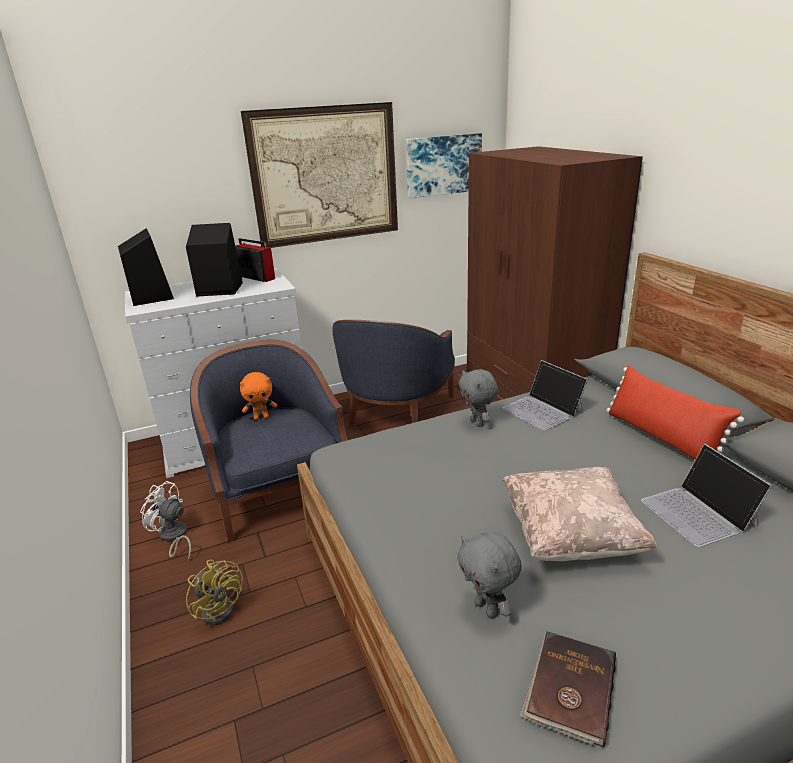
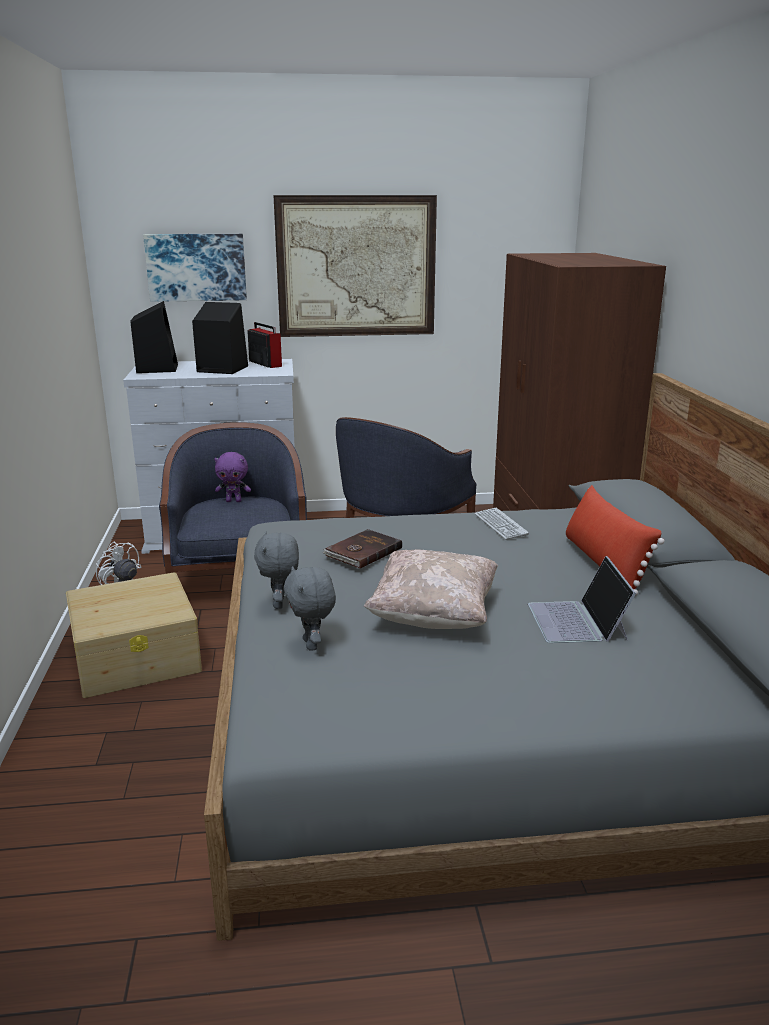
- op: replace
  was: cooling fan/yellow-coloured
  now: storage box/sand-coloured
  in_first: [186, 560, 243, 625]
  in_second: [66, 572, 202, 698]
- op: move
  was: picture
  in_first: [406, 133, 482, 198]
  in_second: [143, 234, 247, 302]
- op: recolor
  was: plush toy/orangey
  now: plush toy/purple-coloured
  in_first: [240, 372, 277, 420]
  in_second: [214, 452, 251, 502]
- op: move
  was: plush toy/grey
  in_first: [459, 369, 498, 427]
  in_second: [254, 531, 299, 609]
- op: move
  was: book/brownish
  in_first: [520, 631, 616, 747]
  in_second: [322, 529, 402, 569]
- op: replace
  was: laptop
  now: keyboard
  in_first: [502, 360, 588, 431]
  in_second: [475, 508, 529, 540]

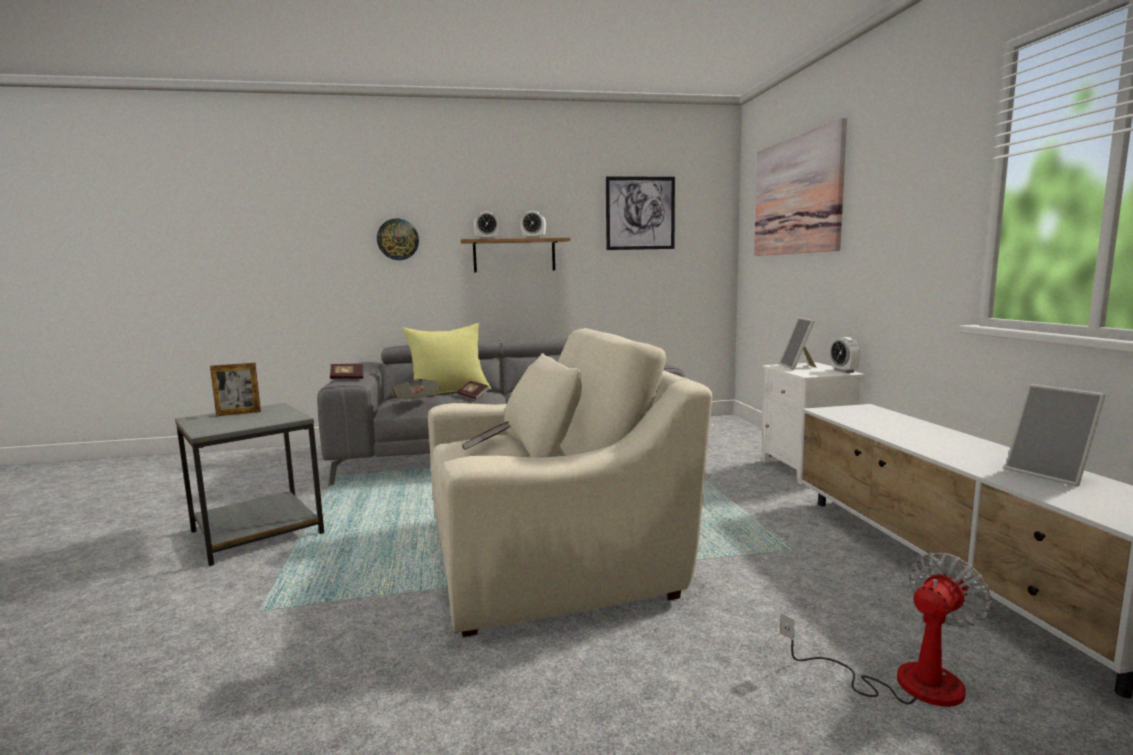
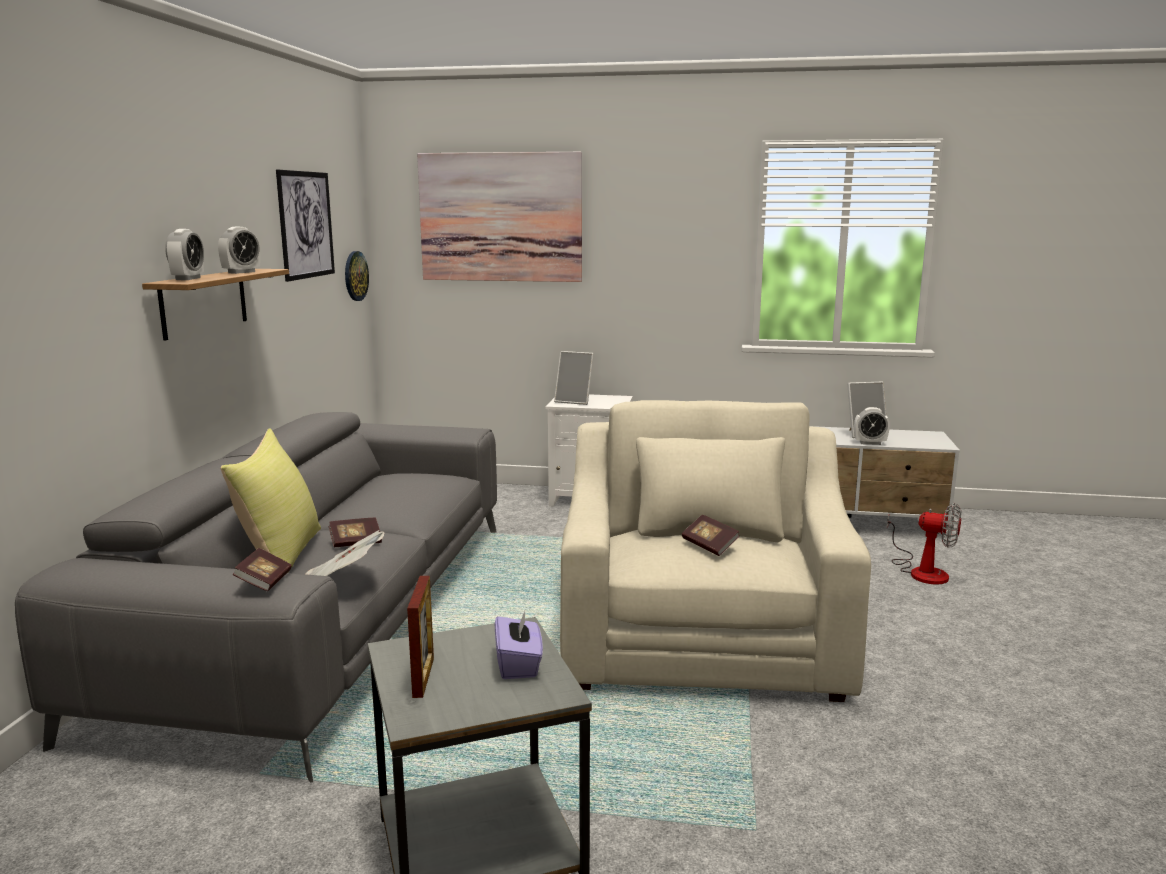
- op: move
  was: clock on the wall
  in_first: [377, 219, 419, 260]
  in_second: [345, 251, 369, 301]
- op: insert
  now: tissue box/purple-coloured
  in_second: [495, 608, 543, 679]
- op: move
  was: bedside clock
  in_first: [830, 337, 860, 373]
  in_second: [854, 407, 890, 445]
- op: rotate
  was: cooling fan
  in_first: [780, 553, 992, 707]
  in_second: [886, 503, 961, 584]
  clockwise: 135

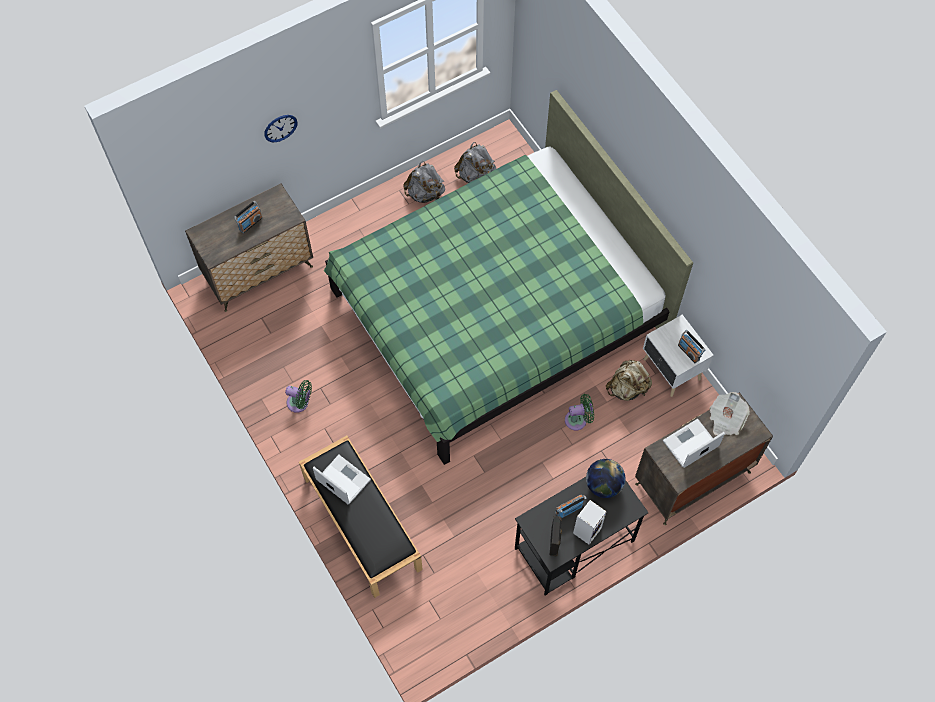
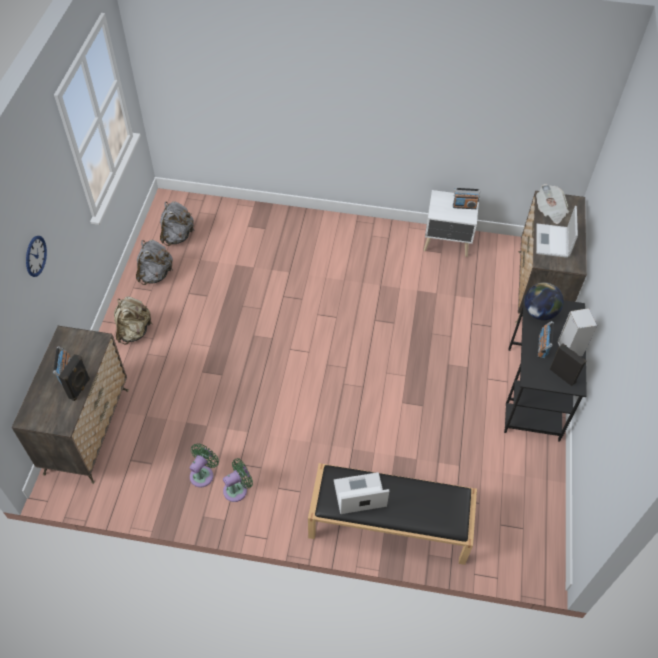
- op: insert
  now: loudspeaker/blackish
  in_second: [59, 354, 90, 401]
- op: move
  was: backpack/sand-coloured
  in_first: [606, 360, 652, 401]
  in_second: [114, 297, 152, 345]
- op: move
  was: cooling fan/greenish
  in_first: [565, 394, 594, 431]
  in_second: [190, 443, 219, 487]
- op: delete
  was: sleeping bed/greenish
  in_first: [324, 90, 693, 465]

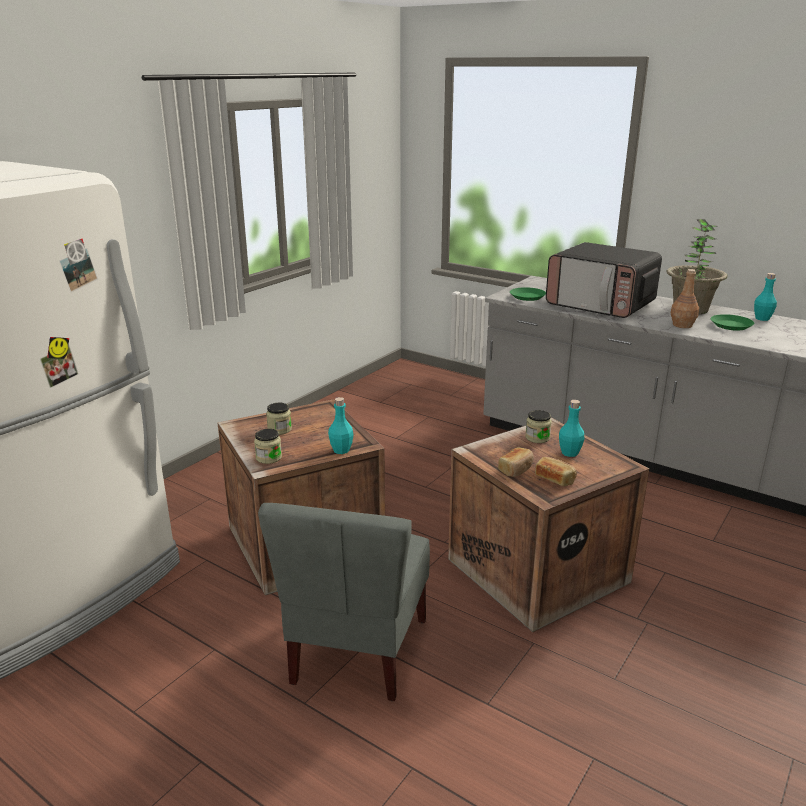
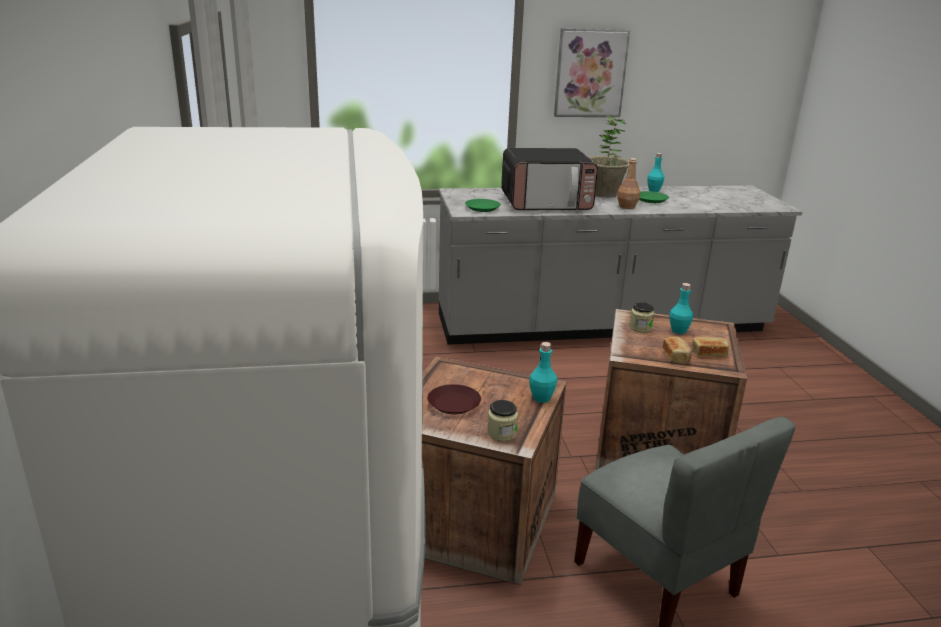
- op: replace
  was: storage jar
  now: dinner plate/brownish
  in_first: [266, 403, 292, 435]
  in_second: [427, 384, 481, 414]
- op: insert
  now: picture
  in_second: [554, 28, 630, 117]

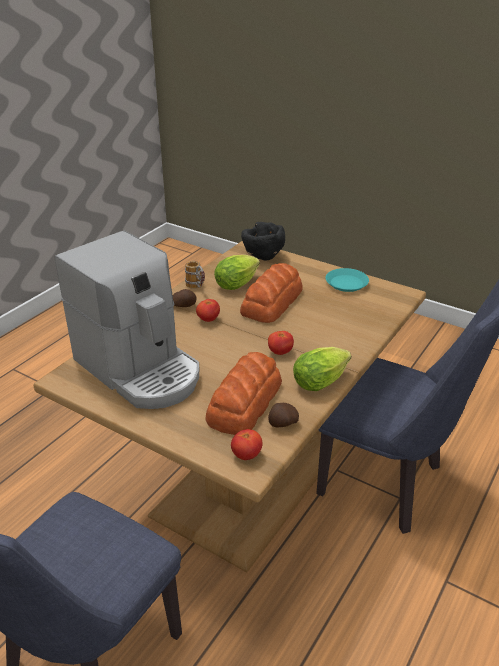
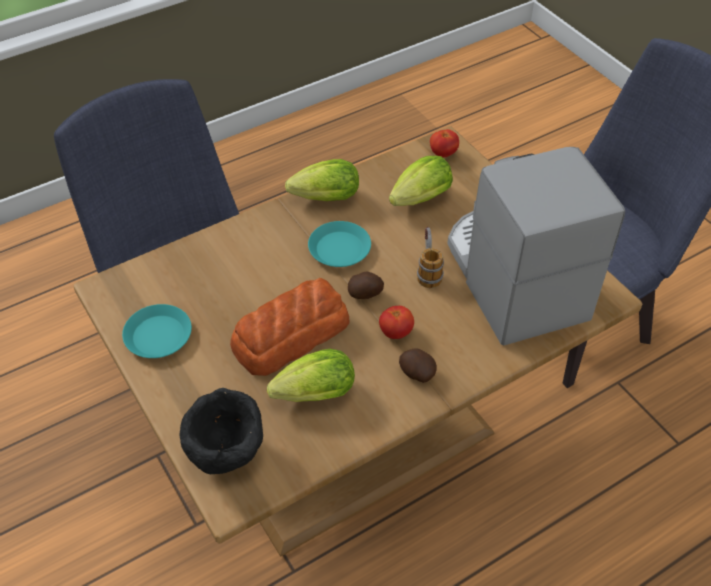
- op: replace
  was: whole tomato
  now: dinner plate/blue-green
  in_first: [268, 331, 294, 355]
  in_second: [308, 221, 371, 267]
- op: move
  was: spud
  in_first: [268, 403, 299, 428]
  in_second: [348, 271, 384, 299]
- op: replace
  was: bread
  now: lettuce head
  in_first: [206, 352, 282, 435]
  in_second: [389, 156, 453, 206]
- op: move
  was: tea mug
  in_first: [185, 261, 205, 289]
  in_second: [417, 227, 444, 288]

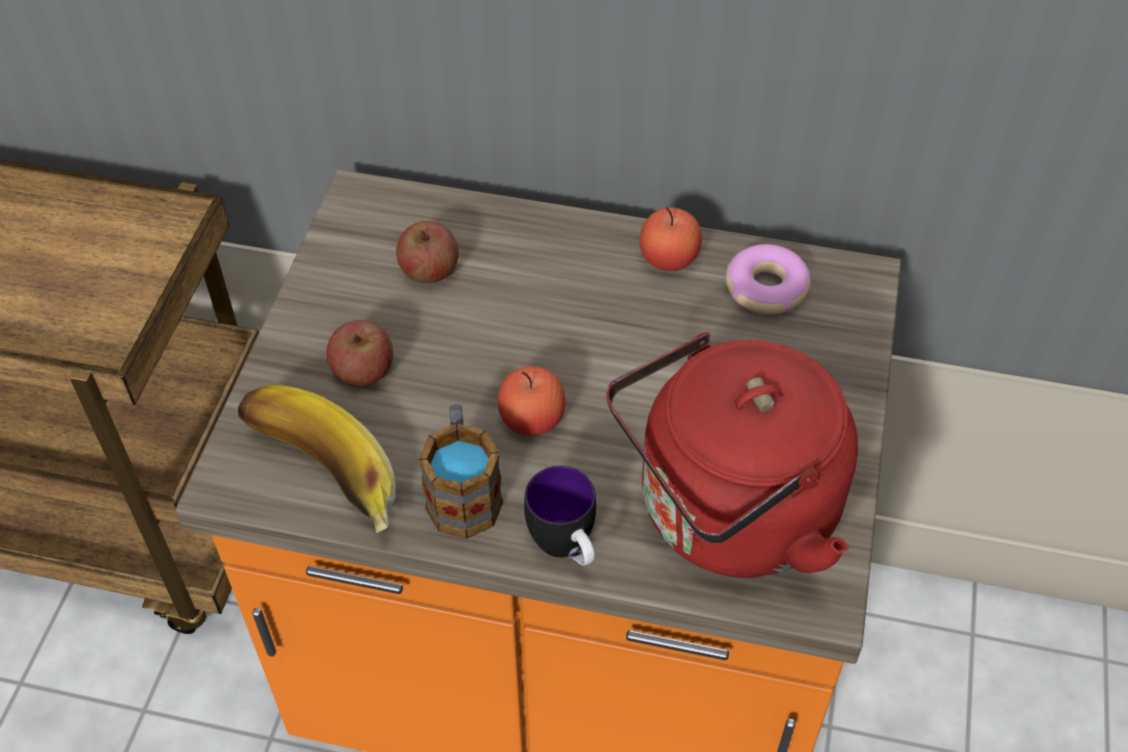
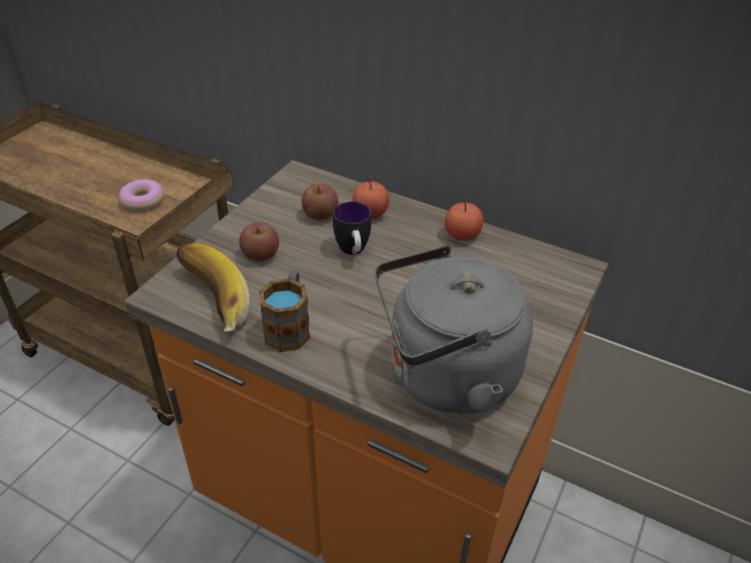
- op: move
  was: ring doughnut
  in_first: [726, 244, 811, 315]
  in_second: [119, 179, 164, 211]
- op: move
  was: tea mug
  in_first: [524, 466, 596, 566]
  in_second: [333, 201, 371, 255]
- op: move
  was: apple fruit
  in_first: [498, 366, 566, 436]
  in_second: [352, 178, 389, 219]
- op: recolor
  was: tea kettle/red-coloured
  now: tea kettle/grey
  in_first: [606, 332, 858, 578]
  in_second: [375, 245, 533, 414]

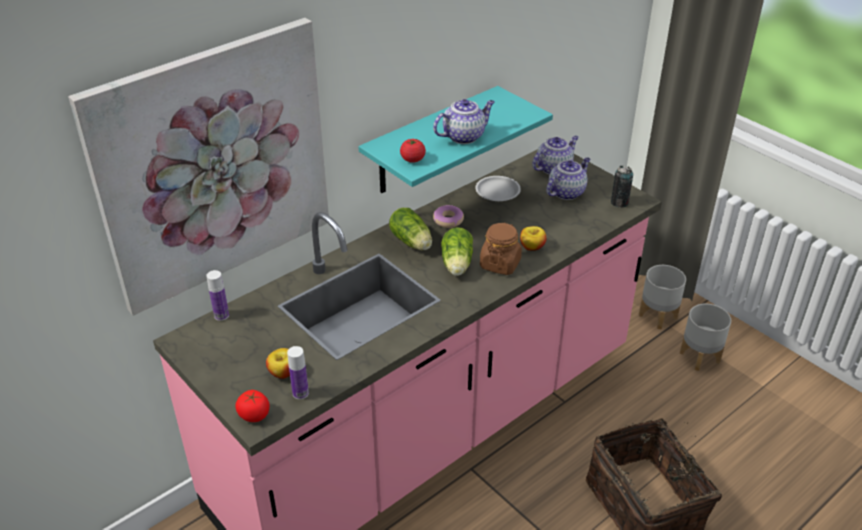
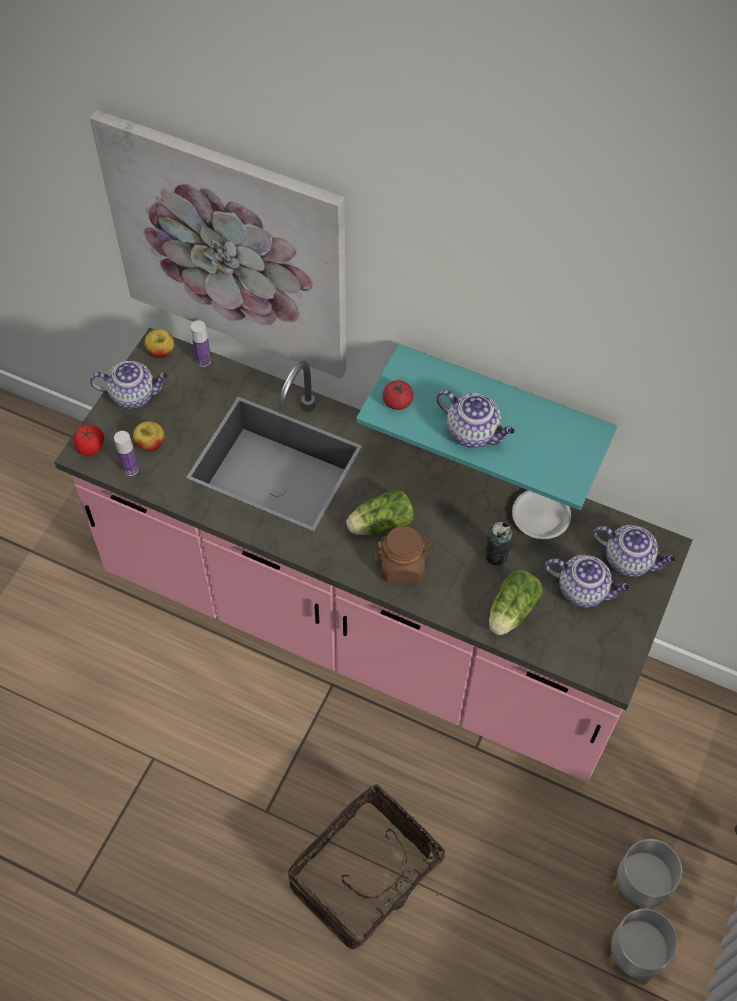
- op: insert
  now: pot for tea
  in_second: [90, 361, 168, 409]
- op: move
  was: apple fruit
  in_first: [520, 226, 546, 251]
  in_second: [145, 329, 174, 358]
- op: move
  was: metal can
  in_first: [611, 165, 633, 208]
  in_second: [484, 522, 512, 565]
- op: move
  was: lettuce head
  in_first: [389, 208, 432, 250]
  in_second: [489, 570, 543, 635]
- op: move
  was: planter/grey
  in_first: [639, 265, 686, 329]
  in_second: [606, 908, 678, 985]
- op: delete
  was: ring doughnut
  in_first: [433, 205, 464, 228]

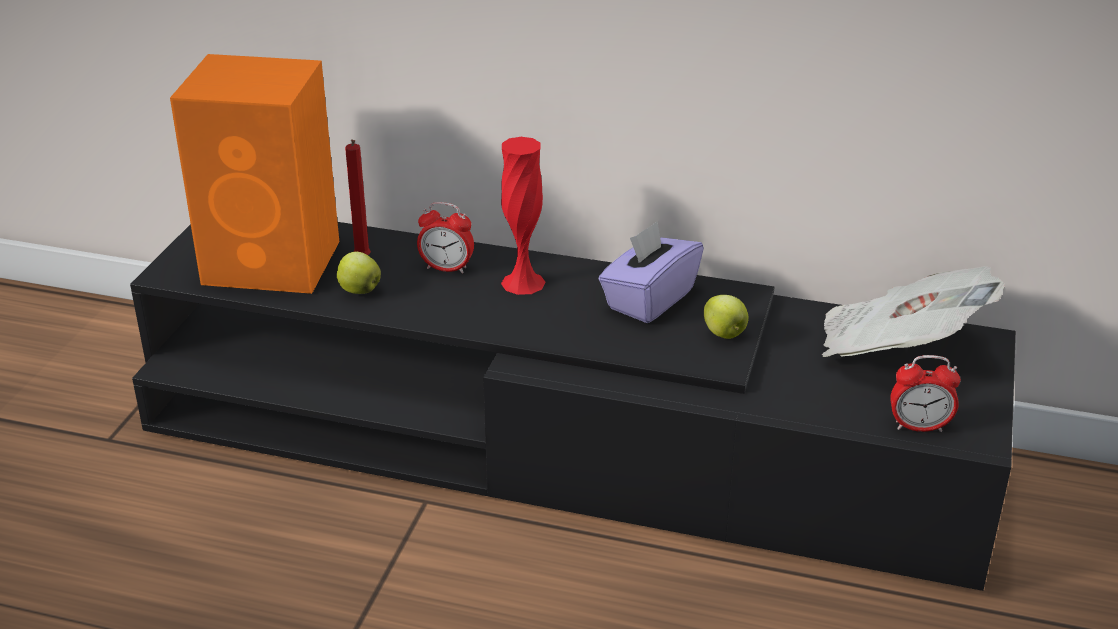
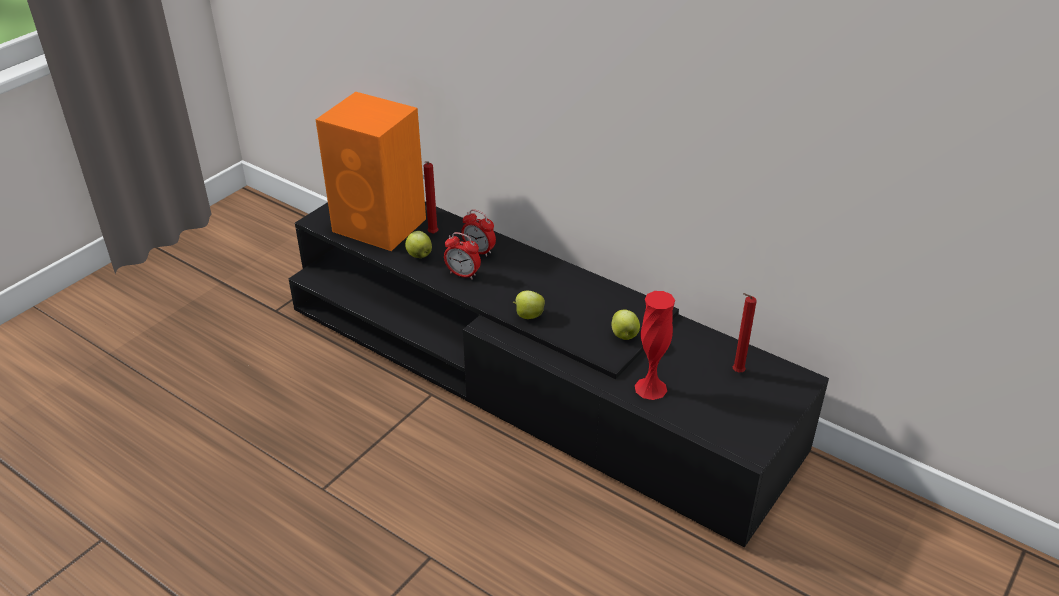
- op: move
  was: bedside clock
  in_first: [890, 355, 961, 432]
  in_second: [444, 232, 481, 279]
- op: insert
  now: apple fruit
  in_second: [513, 291, 545, 319]
- op: move
  was: vase/red-coloured
  in_first: [501, 137, 546, 295]
  in_second: [635, 291, 675, 400]
- op: replace
  was: printed paper
  now: candle/red-coloured
  in_first: [822, 266, 1004, 357]
  in_second: [733, 293, 757, 372]
- op: delete
  was: tissue box/purple-coloured
  in_first: [599, 221, 704, 323]

